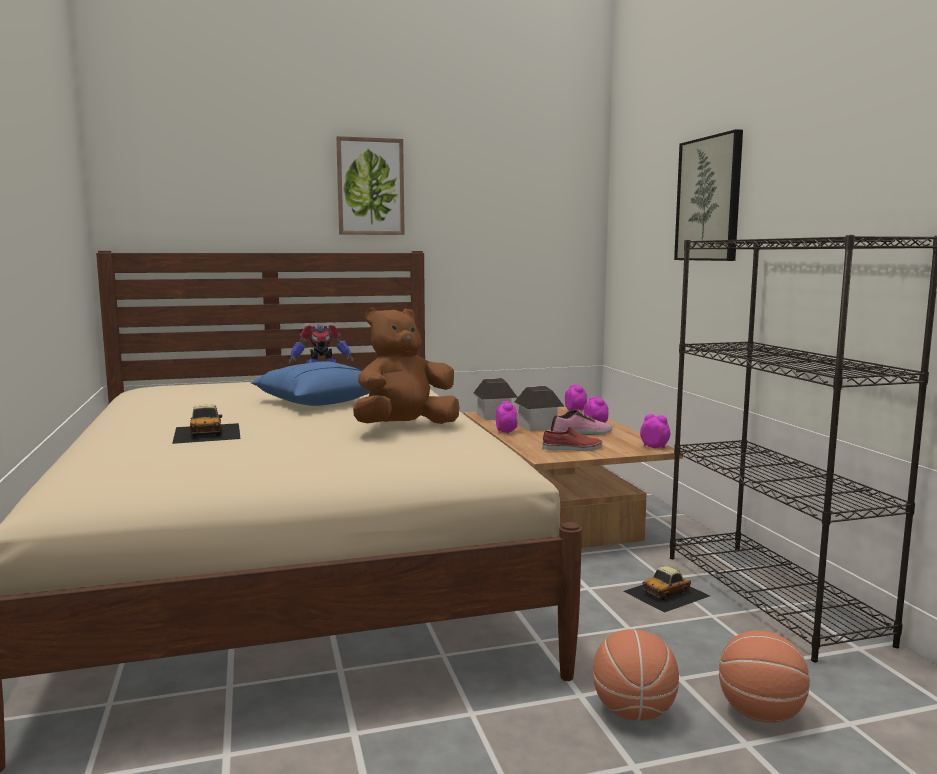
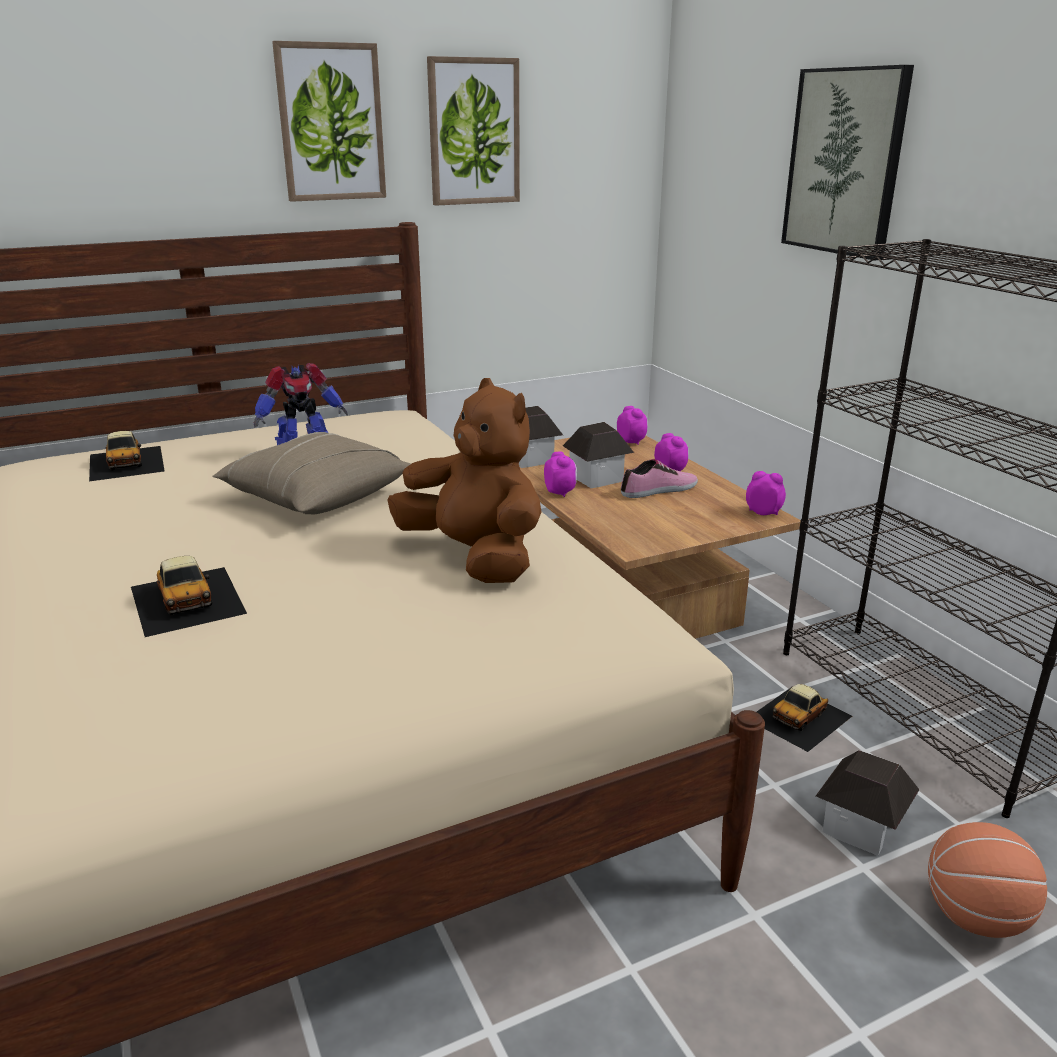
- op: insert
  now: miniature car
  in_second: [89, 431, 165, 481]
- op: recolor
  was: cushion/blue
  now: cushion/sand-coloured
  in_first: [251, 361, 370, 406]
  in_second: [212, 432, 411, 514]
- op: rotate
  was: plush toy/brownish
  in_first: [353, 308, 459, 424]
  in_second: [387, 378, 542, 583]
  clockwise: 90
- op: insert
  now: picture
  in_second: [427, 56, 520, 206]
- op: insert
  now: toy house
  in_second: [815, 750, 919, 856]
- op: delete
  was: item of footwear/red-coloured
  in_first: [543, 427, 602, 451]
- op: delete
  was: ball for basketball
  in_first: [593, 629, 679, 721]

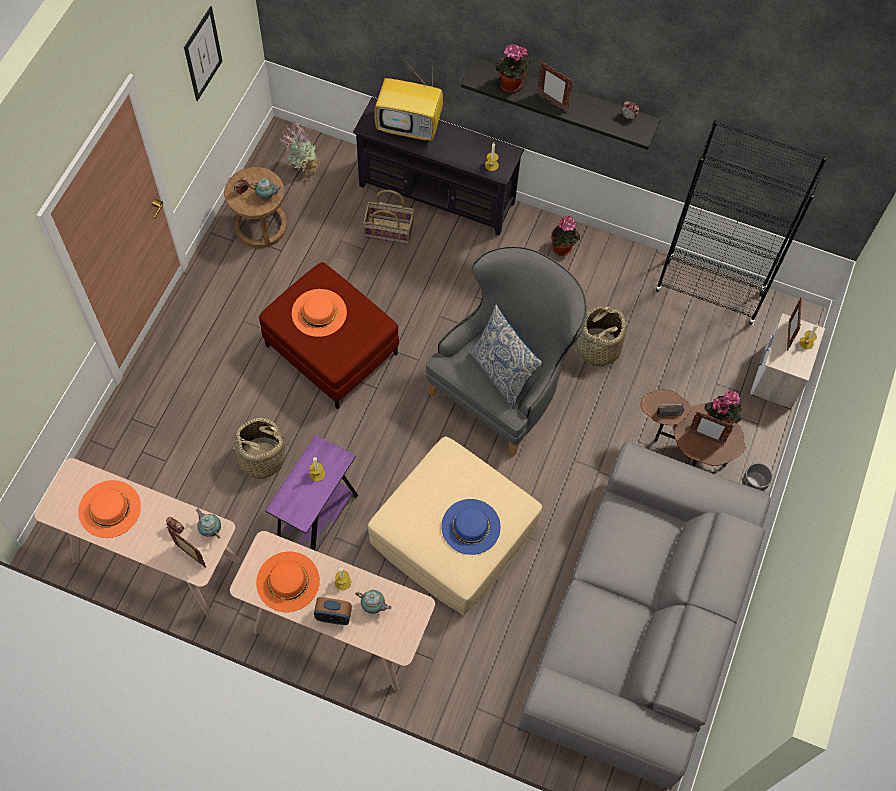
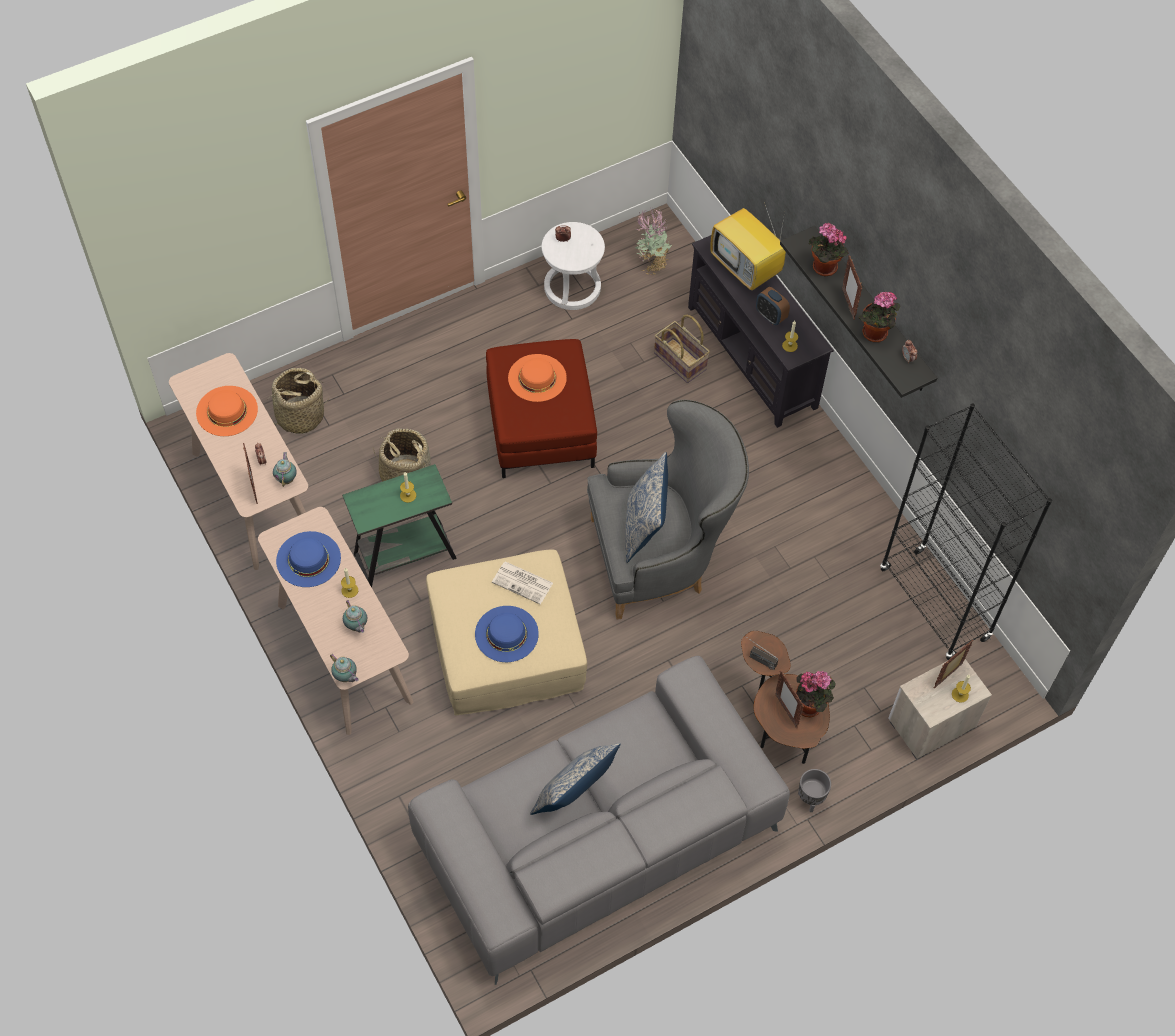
- op: move
  was: basket
  in_first: [576, 306, 626, 368]
  in_second: [270, 368, 328, 434]
- op: recolor
  was: clothing hat/orangey
  now: clothing hat/blue
  in_first: [256, 552, 320, 612]
  in_second: [276, 531, 341, 587]
- op: move
  was: pot for tea
  in_first: [249, 178, 282, 200]
  in_second: [330, 653, 359, 682]
- op: recolor
  was: end table/purple-coloured
  now: end table/greenish
  in_first: [265, 434, 358, 551]
  in_second: [342, 464, 457, 587]
- op: insert
  now: printed paper
  in_second: [492, 561, 553, 604]
- op: insert
  now: cushion
  in_second: [530, 743, 620, 815]
- op: recolor
  was: stool seat/brownish
  now: stool seat/white-coloured
  in_first: [224, 167, 287, 248]
  in_second: [541, 222, 605, 310]
- op: move
  was: bedside clock
  in_first: [314, 597, 352, 625]
  in_second: [756, 287, 790, 325]
- op: move
  was: plant in a pot
  in_first: [551, 216, 580, 256]
  in_second: [859, 291, 900, 342]
- op: delete
  was: picture
  in_first: [184, 6, 222, 101]

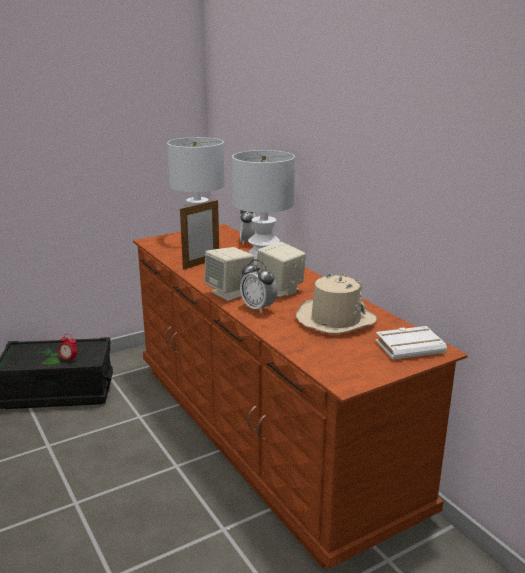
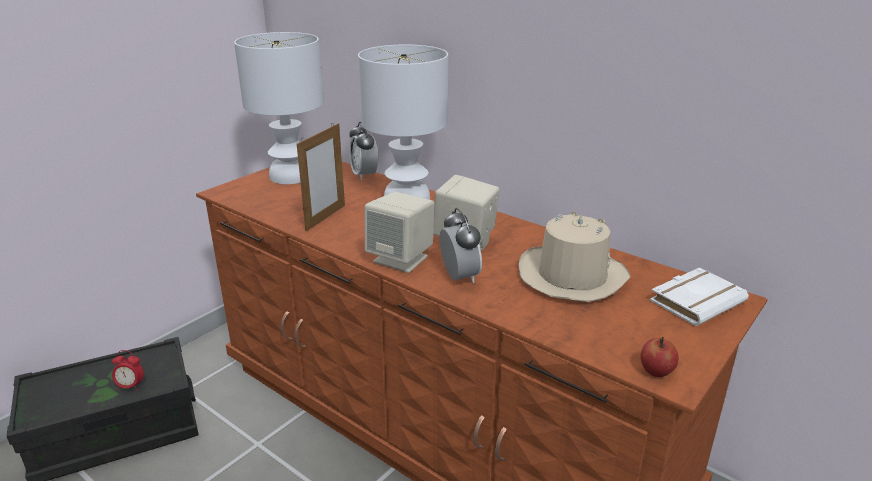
- op: rotate
  was: bedside clock
  in_first: [240, 259, 277, 314]
  in_second: [440, 208, 482, 284]
  clockwise: -135
- op: insert
  now: apple fruit
  in_second: [640, 337, 679, 377]

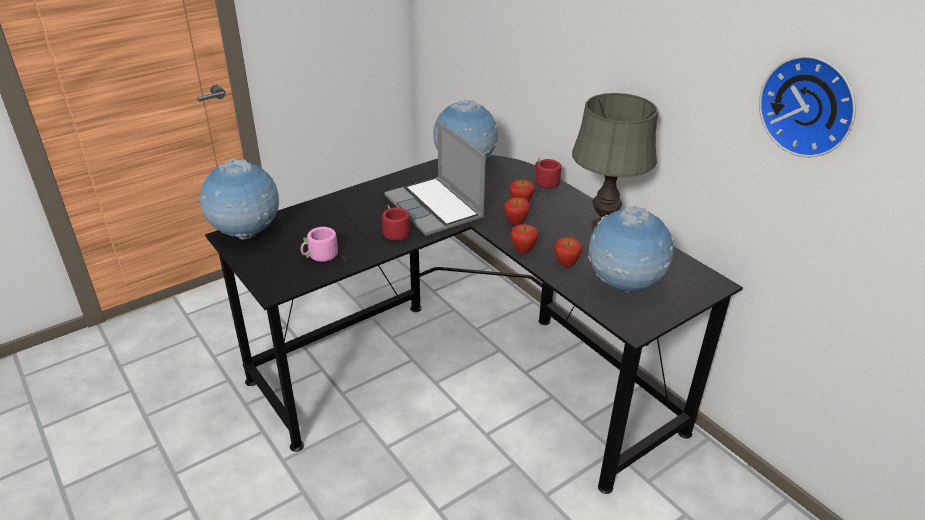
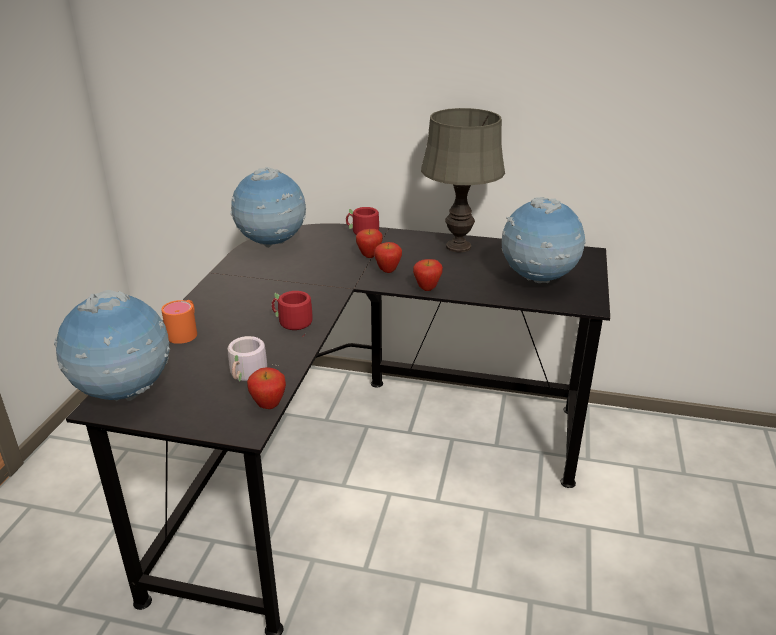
- op: insert
  now: tea mug/orangey
  in_second: [161, 300, 197, 344]
- op: recolor
  was: tea mug/pink
  now: tea mug/grey
  in_first: [301, 227, 346, 262]
  in_second: [228, 336, 279, 382]
- op: move
  was: apple fruit
  in_first: [554, 237, 582, 268]
  in_second: [247, 367, 286, 409]
- op: delete
  was: laptop
  in_first: [384, 121, 486, 236]
- op: delete
  was: clock on the wall
  in_first: [759, 56, 856, 157]

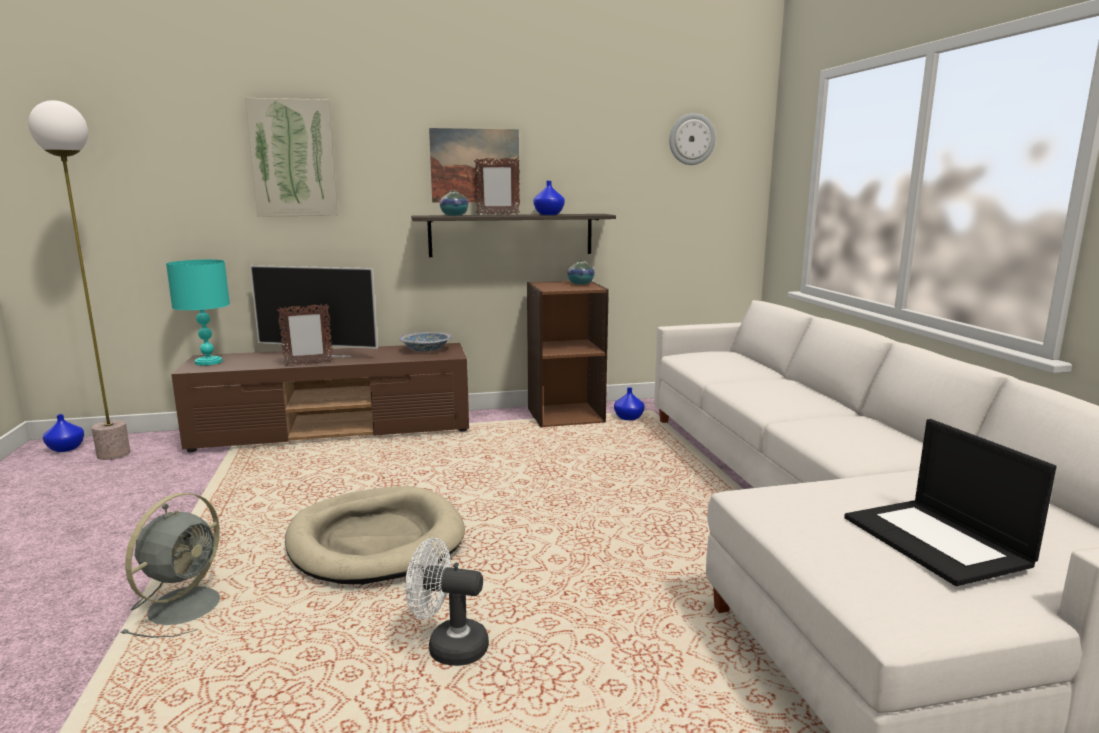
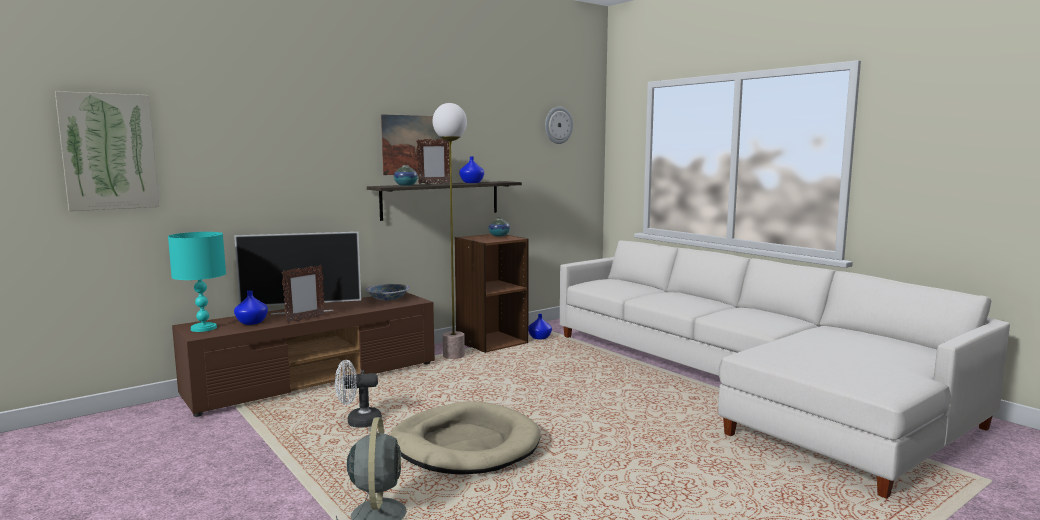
- op: move
  was: picture
  in_first: [245, 98, 338, 217]
  in_second: [55, 91, 159, 211]
- op: move
  was: vase/blue
  in_first: [43, 414, 84, 452]
  in_second: [234, 290, 268, 325]
- op: move
  was: cooling fan/white-coloured
  in_first: [405, 538, 489, 666]
  in_second: [335, 360, 382, 428]
- op: move
  was: standard lamp
  in_first: [28, 100, 130, 460]
  in_second: [433, 103, 467, 359]
- op: delete
  was: laptop
  in_first: [844, 419, 1057, 586]

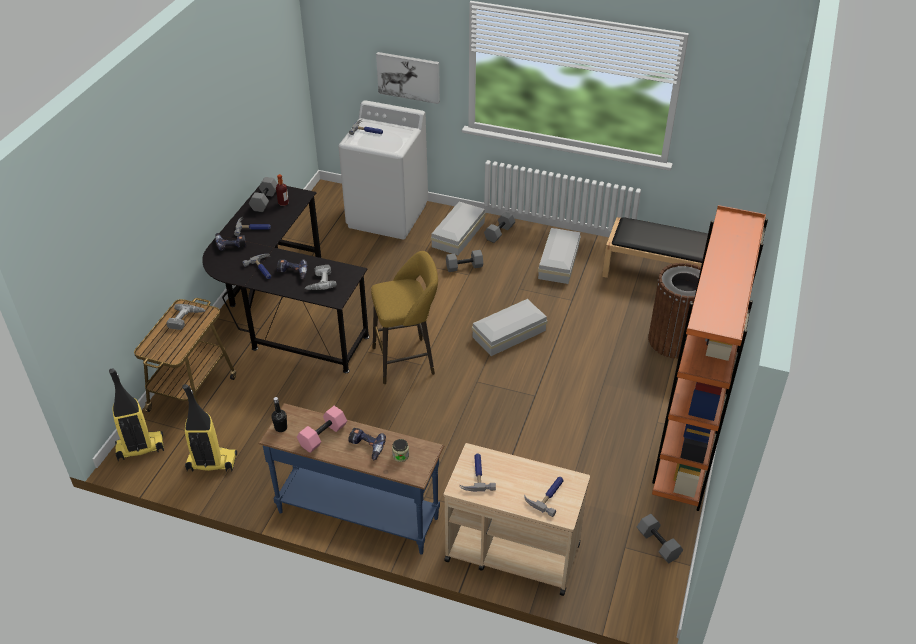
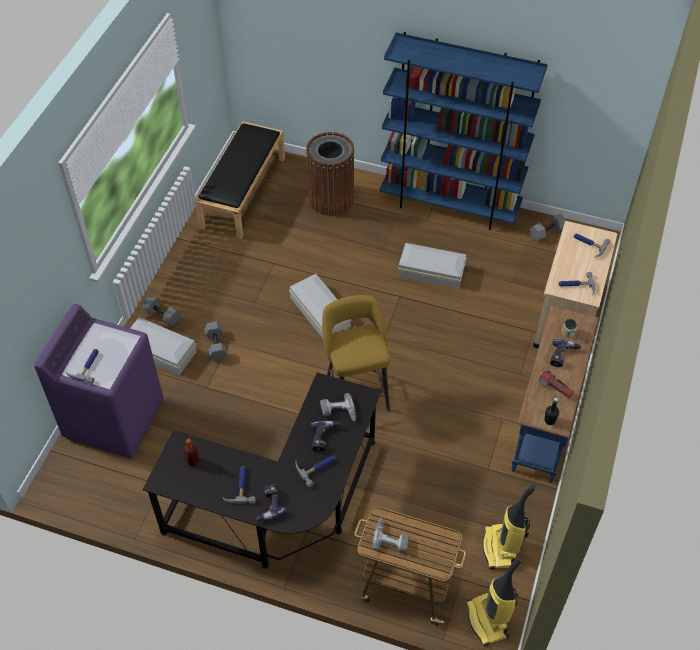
- op: recolor
  was: washing machine/white-coloured
  now: washing machine/purple-coloured
  in_first: [338, 100, 428, 240]
  in_second: [34, 304, 163, 458]
- op: recolor
  was: bookshelf/orangey
  now: bookshelf/blue
  in_first: [652, 205, 768, 511]
  in_second: [380, 32, 548, 230]
- op: move
  was: storage box/white-coloured
  in_first: [538, 228, 581, 284]
  in_second: [398, 243, 467, 289]
- op: replace
  was: hand weight/pink
  now: flashlight
  in_first: [297, 406, 347, 453]
  in_second: [539, 370, 574, 398]
- op: delete
  was: hand weight/grey
  in_first: [249, 177, 278, 212]
- op: delete
  was: picture
  in_first: [376, 52, 440, 104]

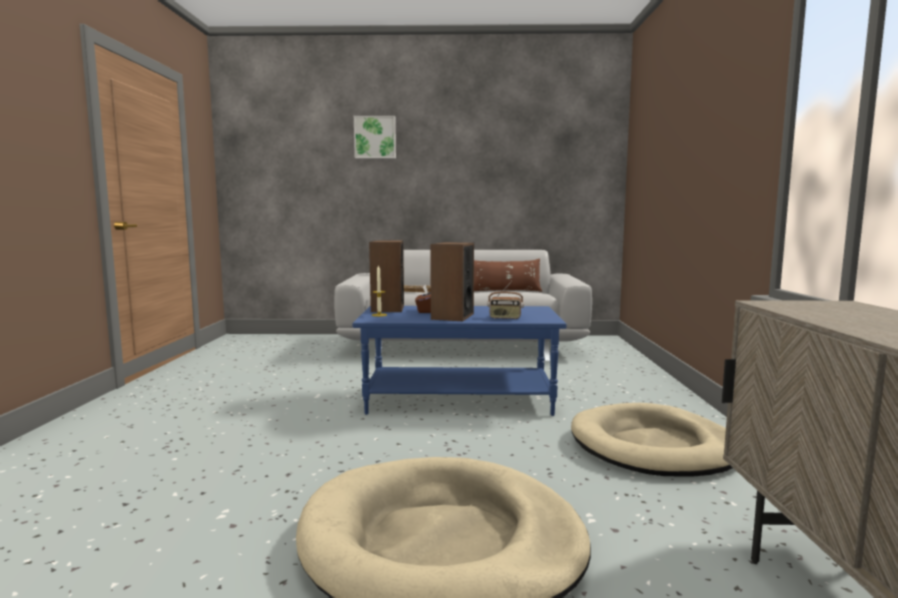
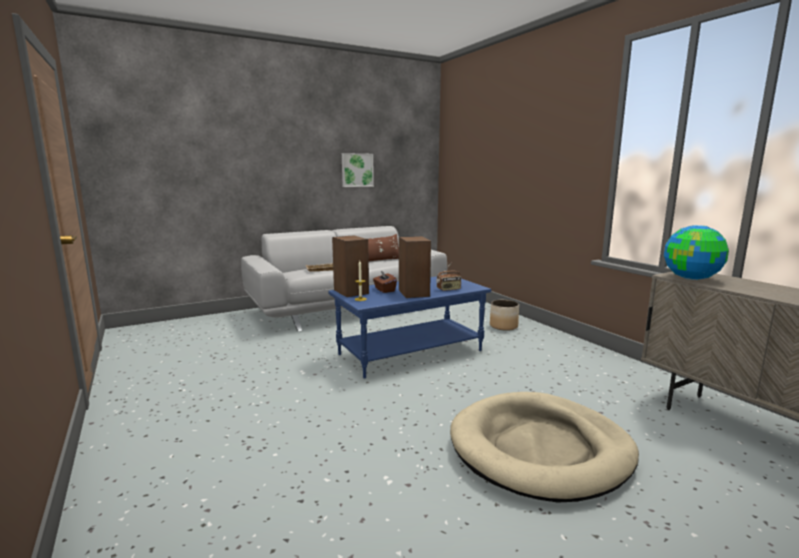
- op: move
  was: picture
  in_first: [354, 116, 396, 159]
  in_second: [342, 153, 374, 187]
- op: insert
  now: planter
  in_second: [490, 300, 519, 331]
- op: insert
  now: world globe
  in_second: [664, 225, 729, 280]
- op: delete
  was: dog cushion/sand-coloured
  in_first: [571, 403, 733, 477]

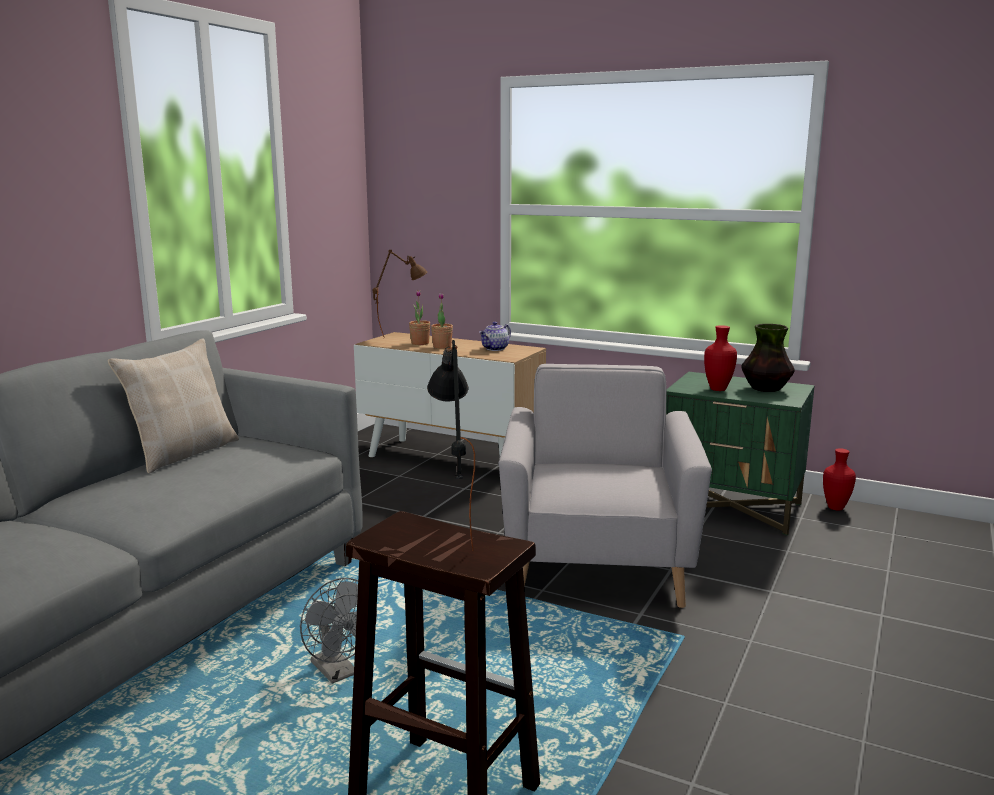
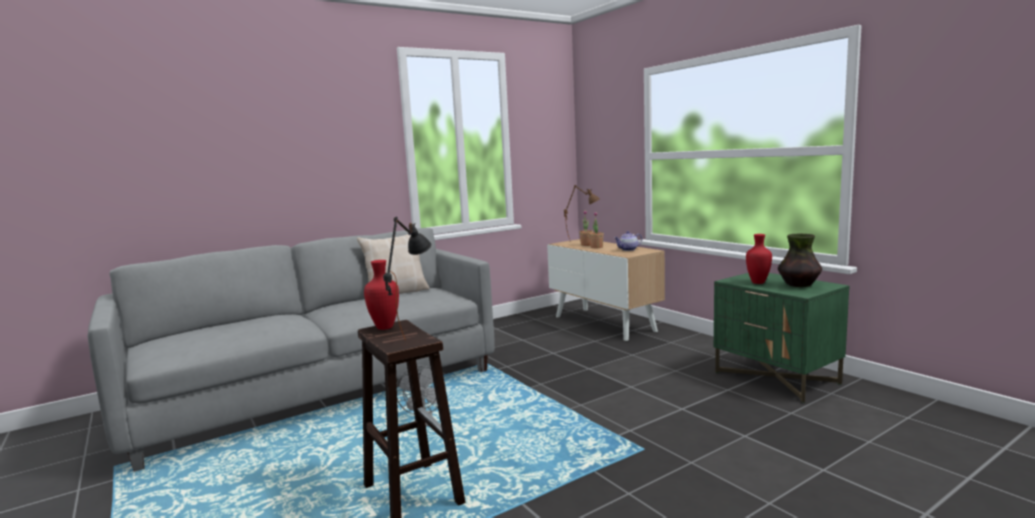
- op: move
  was: vase/red-coloured
  in_first: [823, 449, 856, 511]
  in_second: [364, 260, 399, 330]
- op: delete
  was: armchair/grey
  in_first: [499, 364, 712, 608]

